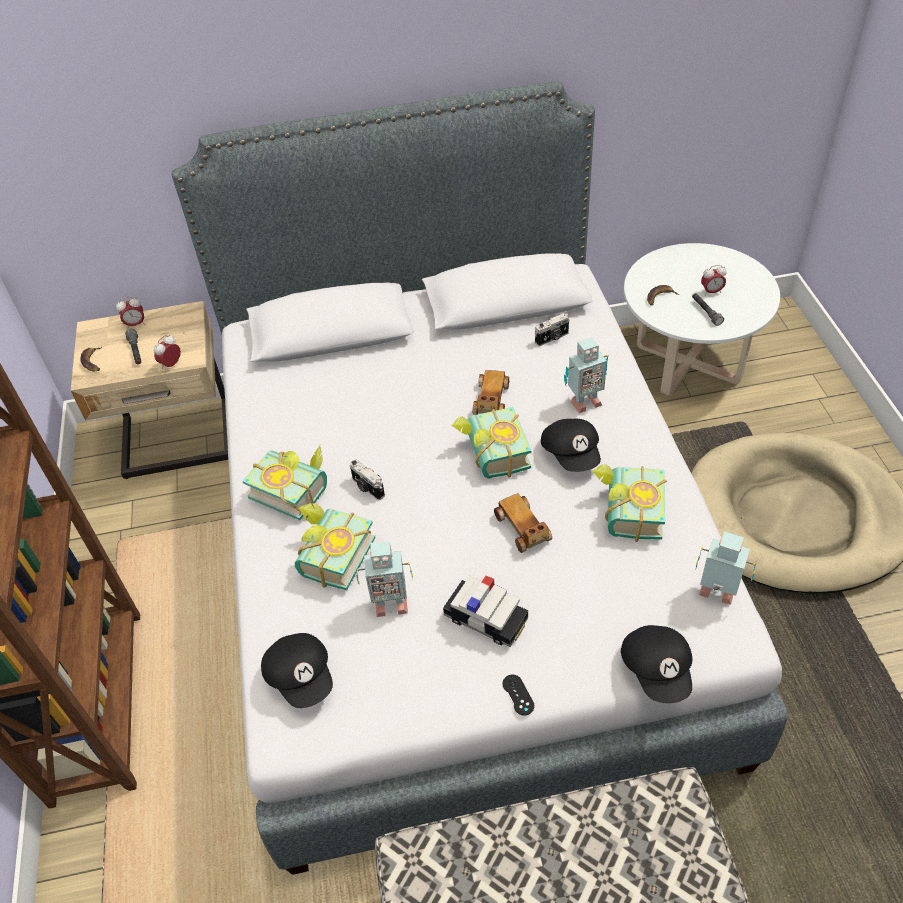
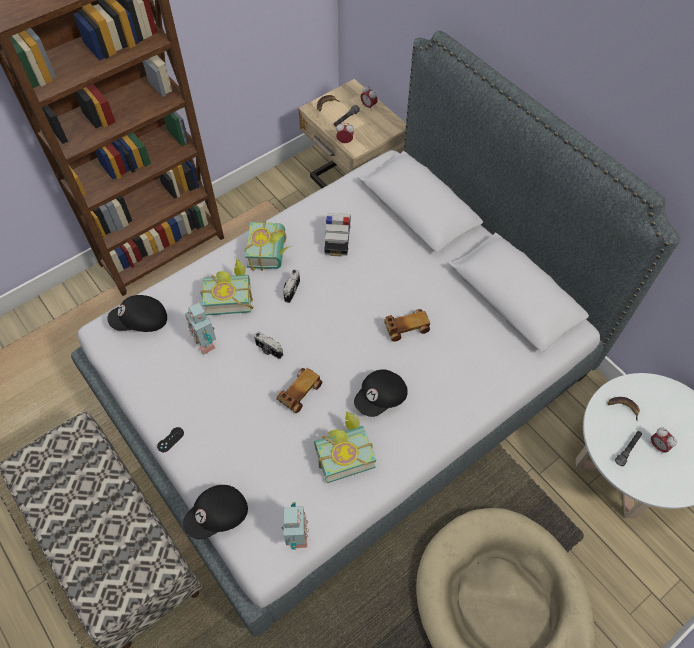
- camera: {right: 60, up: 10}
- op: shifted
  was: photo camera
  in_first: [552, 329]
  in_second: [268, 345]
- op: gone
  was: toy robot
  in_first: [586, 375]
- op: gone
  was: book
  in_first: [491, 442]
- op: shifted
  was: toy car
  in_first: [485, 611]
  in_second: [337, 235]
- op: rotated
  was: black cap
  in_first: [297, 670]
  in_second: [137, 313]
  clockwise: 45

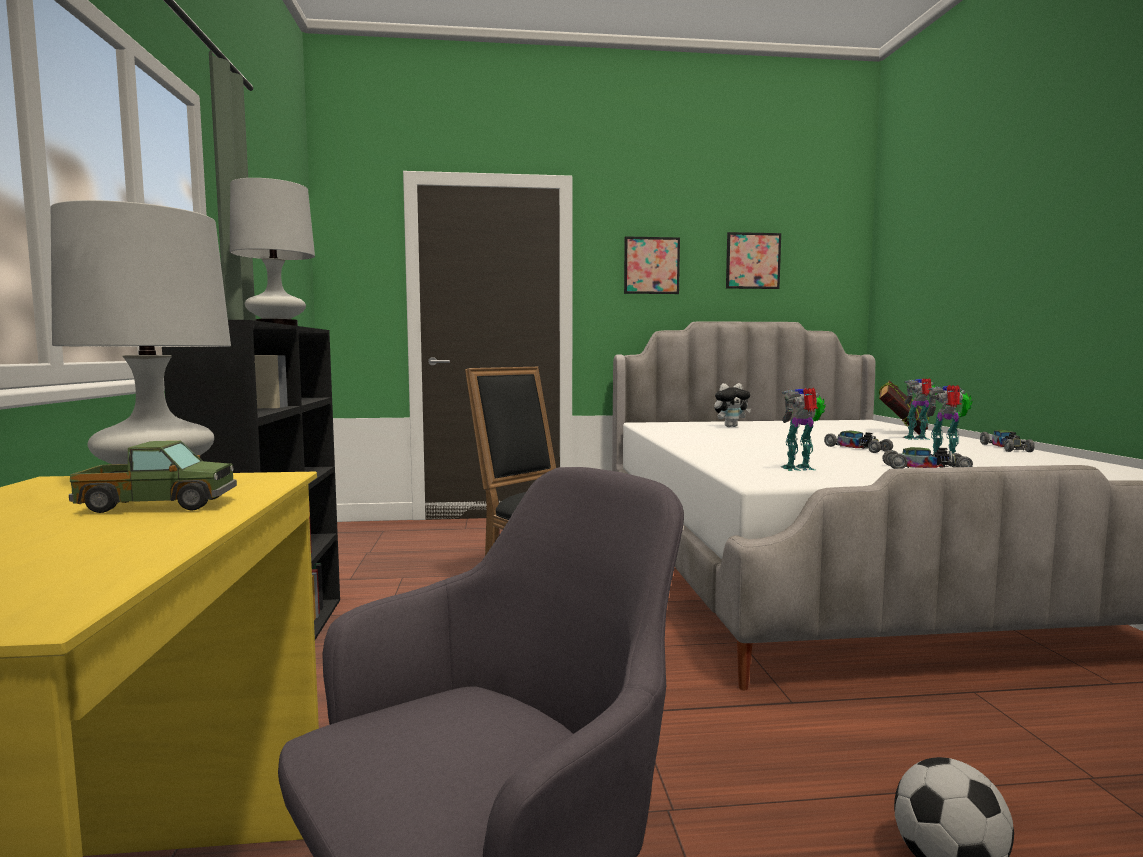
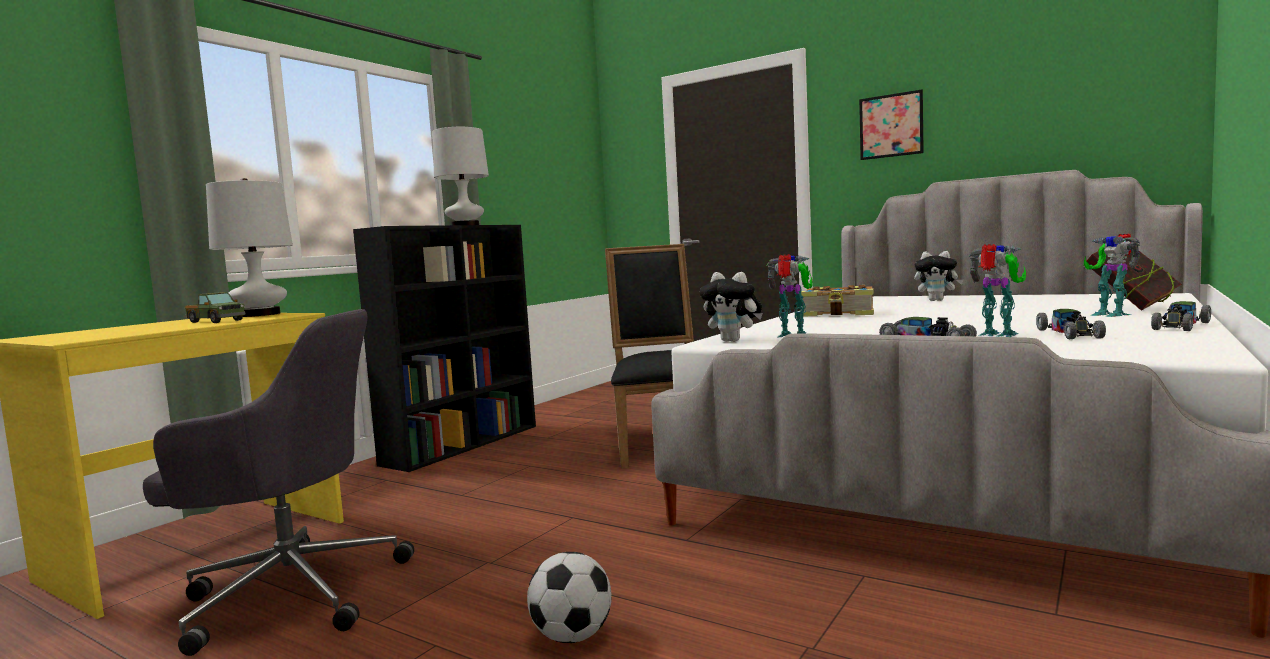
- camera: {right: 40, up: 0}
- op: gone
  was: picture
  in_first: [753, 260]
- op: rotated
  was: toy robot
  in_first: [920, 409]
  in_second: [1112, 275]
  clockwise: -150
- op: shifted
  was: toy car
  in_first: [858, 442]
  in_second: [1071, 324]
- op: new
  now: plush toy
  in_second: [731, 307]
- op: new
  now: book
  in_second: [837, 300]

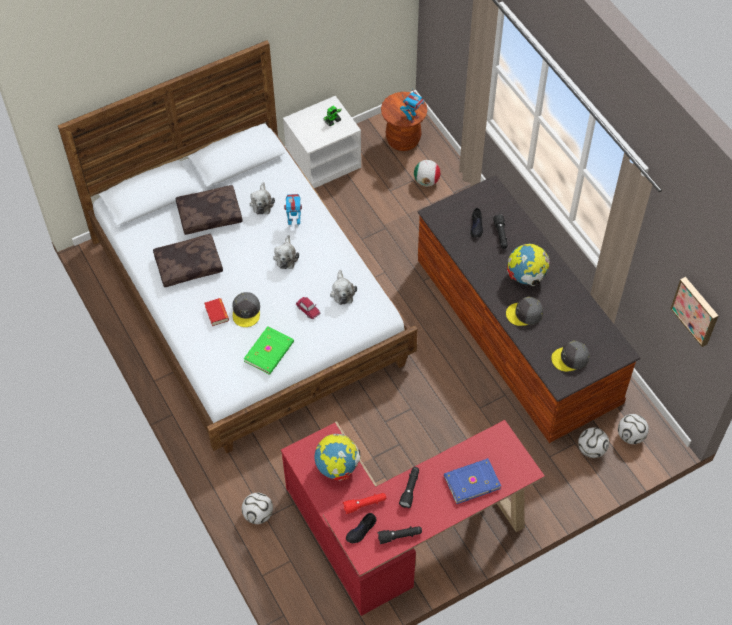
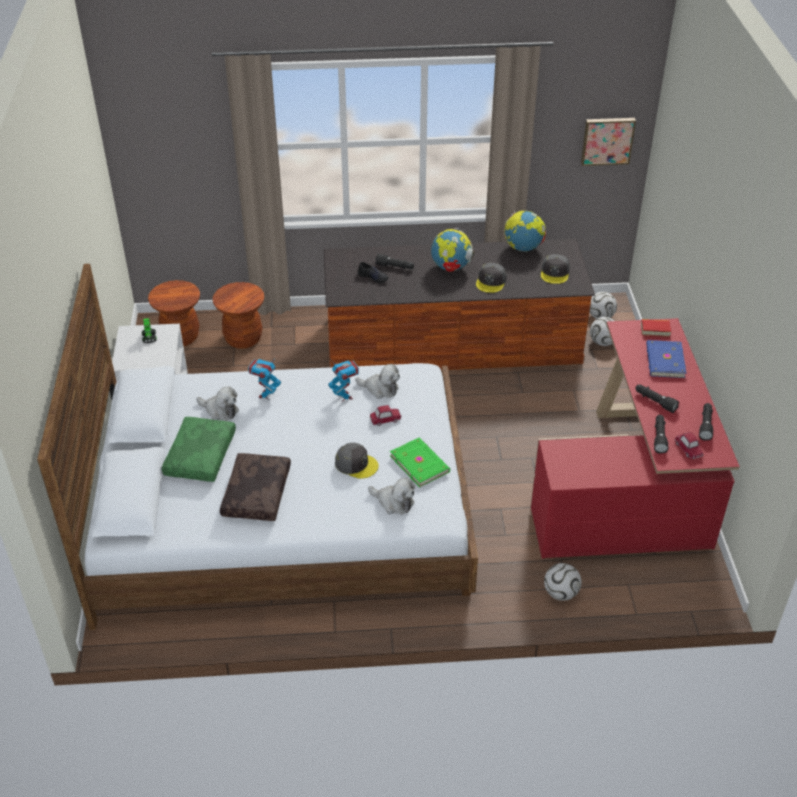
- camera: {right: -65, up: -15}
- op: shifted
  was: toy robot
  in_first: [412, 106]
  in_second: [343, 380]
- op: swapped
  was: football
  now: brown stool
  in_first: [427, 173]
  in_second: [238, 315]
- op: repainted
  was: brown pillow
  now: green pillow
  in_first: [209, 210]
  in_second: [198, 449]
- op: shifted
  was: plush toy
  in_first: [286, 252]
  in_second: [391, 496]
- op: shifted
  was: book
  in_first: [216, 312]
  in_second: [656, 328]
- op: shifted
  was: globe
  in_first: [338, 457]
  in_second: [525, 231]
- op: repainted
  was: red flashlight
  now: black flashlight
  in_first: [364, 503]
  in_second: [661, 434]
- op: swapped
  was: black shoe
  now: toy car
  in_first: [361, 528]
  in_second: [688, 445]

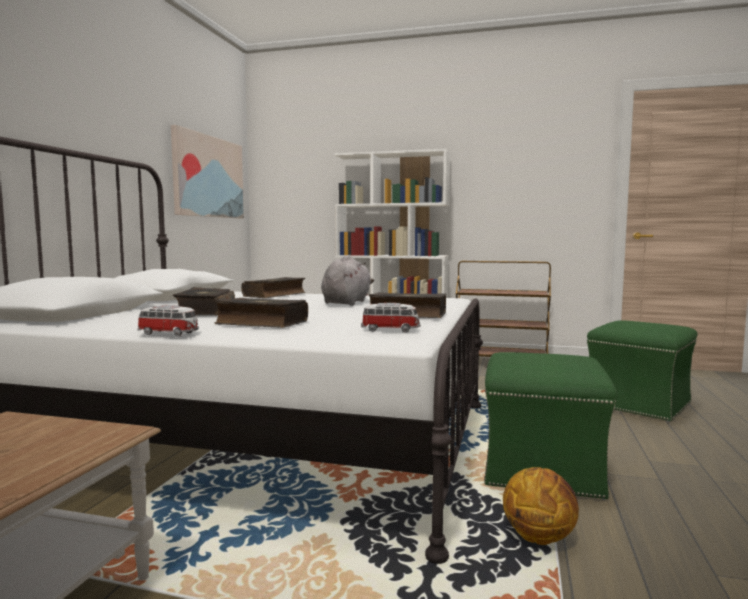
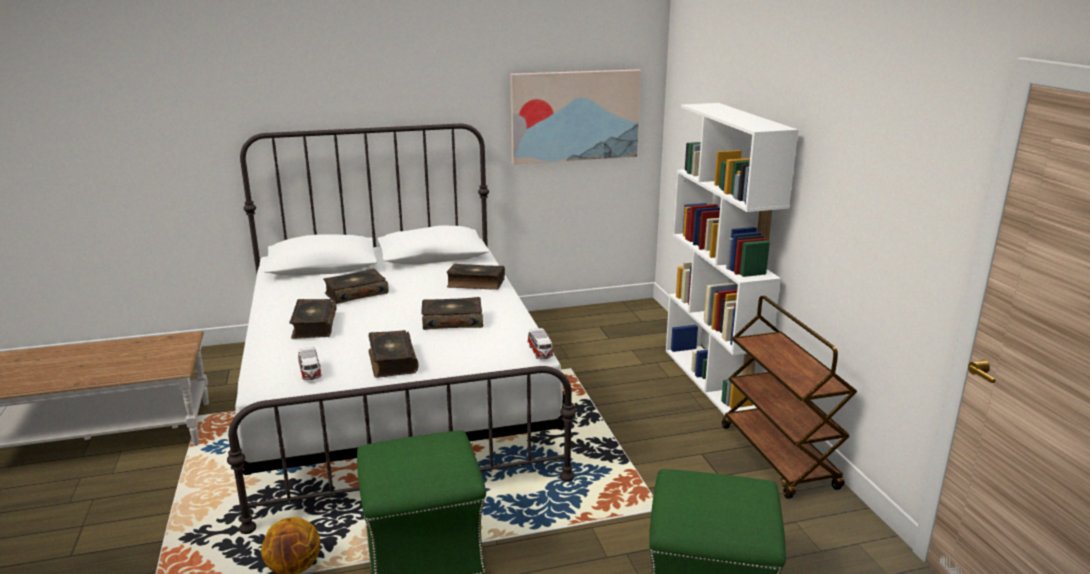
- camera: {right: 60, up: 15}
- op: swapped
  was: grey plush toy
  now: book
  in_first: [347, 280]
  in_second: [452, 313]
- op: shifted
  was: toy car
  in_first: [168, 320]
  in_second: [540, 343]

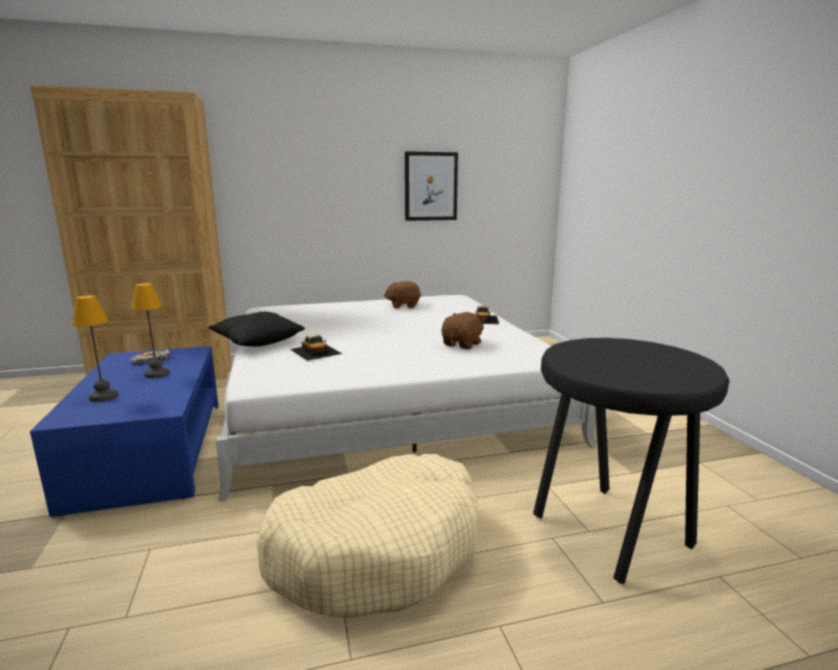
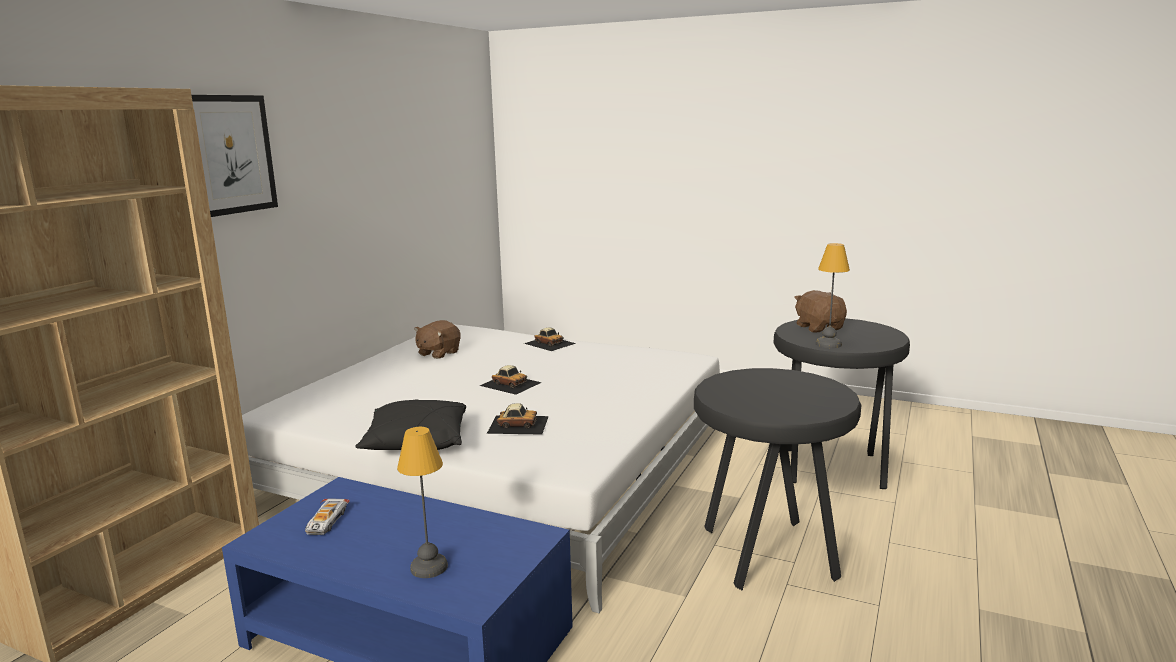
- camera: {right: -50, up: 0}
- op: shifted
  was: picture
  in_first: [431, 186]
  in_second: [235, 156]
- op: shifted
  was: table lamp
  in_first: [150, 330]
  in_second: [833, 295]
- op: shifted
  was: brown plush toy
  in_first: [463, 330]
  in_second: [820, 311]
- op: swapped
  was: beige dog bed
  now: black stool
  in_first: [367, 536]
  in_second: [777, 479]
- op: new
  now: toy car
  in_second: [511, 380]

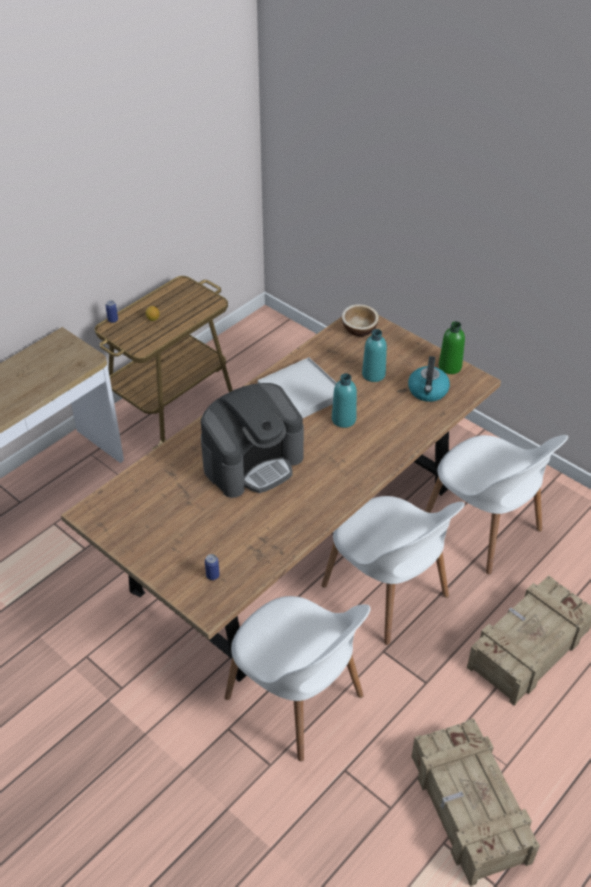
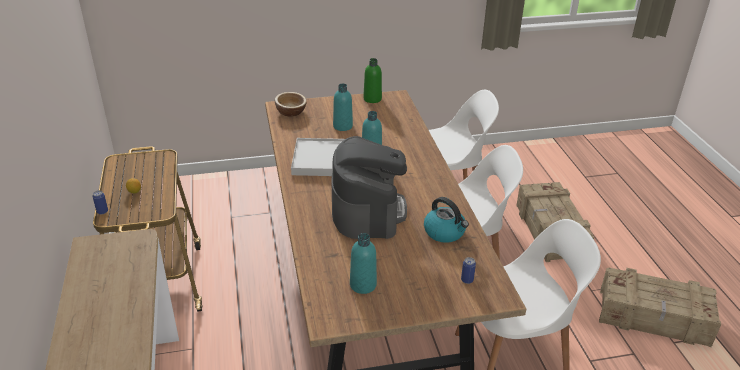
- camera: {right: -55, up: -10}
- op: shifted
  was: kettle
  in_first: [429, 379]
  in_second: [446, 220]
- op: new
  now: turquoise bottle
  in_second: [363, 263]

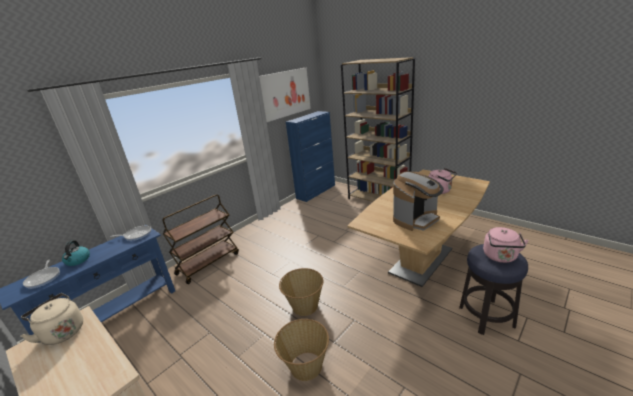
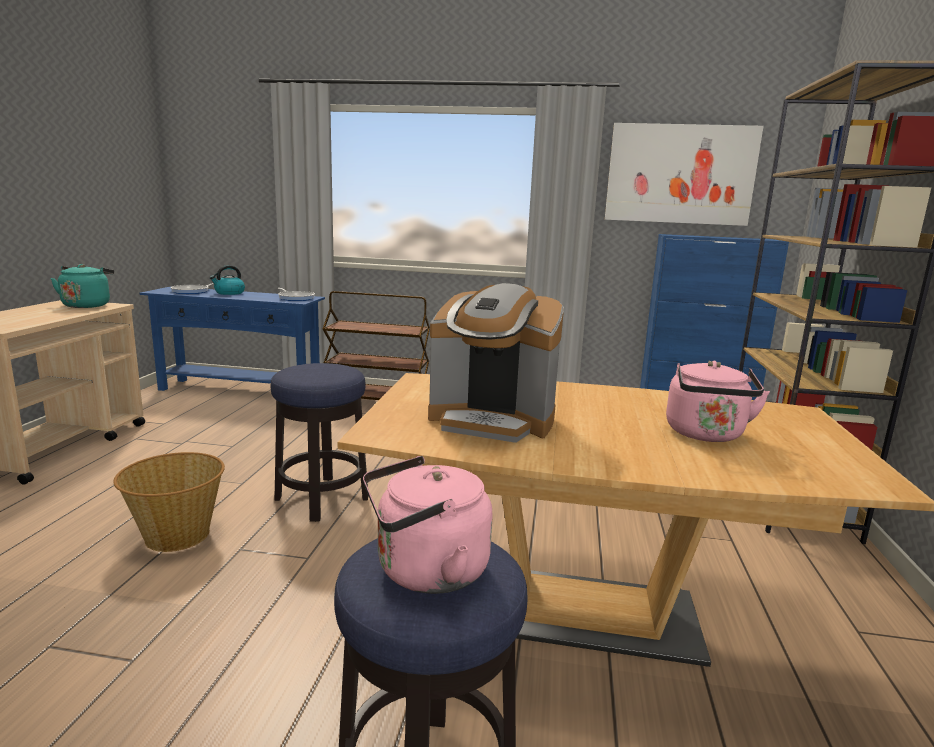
- camera: {right: 55, up: -10}
- op: swapped
  was: basket
  now: stool
  in_first: [301, 292]
  in_second: [319, 442]
- op: repainted
  was: beige kettle
  now: turquoise kettle
  in_first: [52, 319]
  in_second: [82, 286]

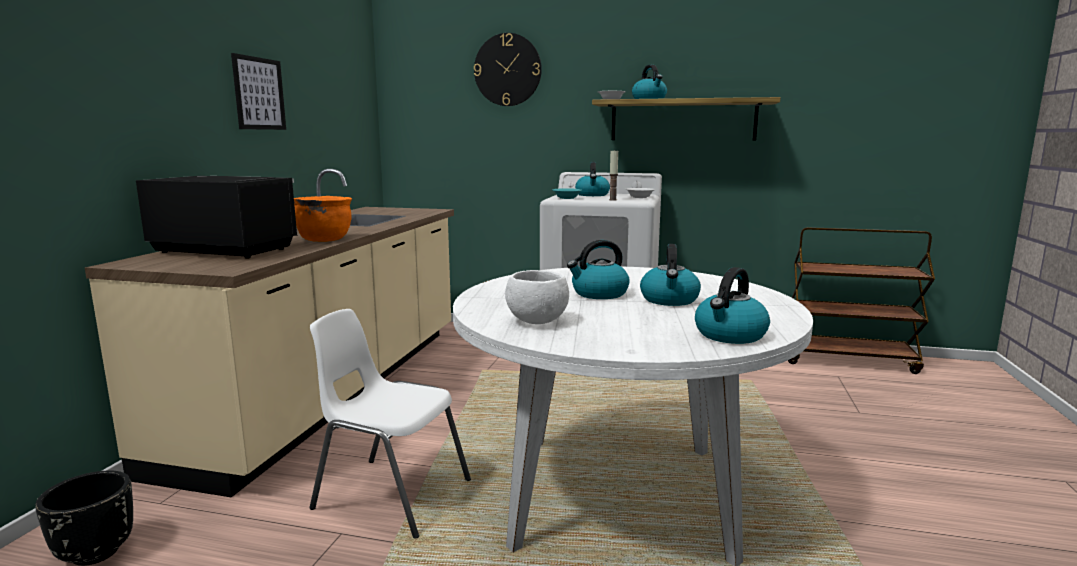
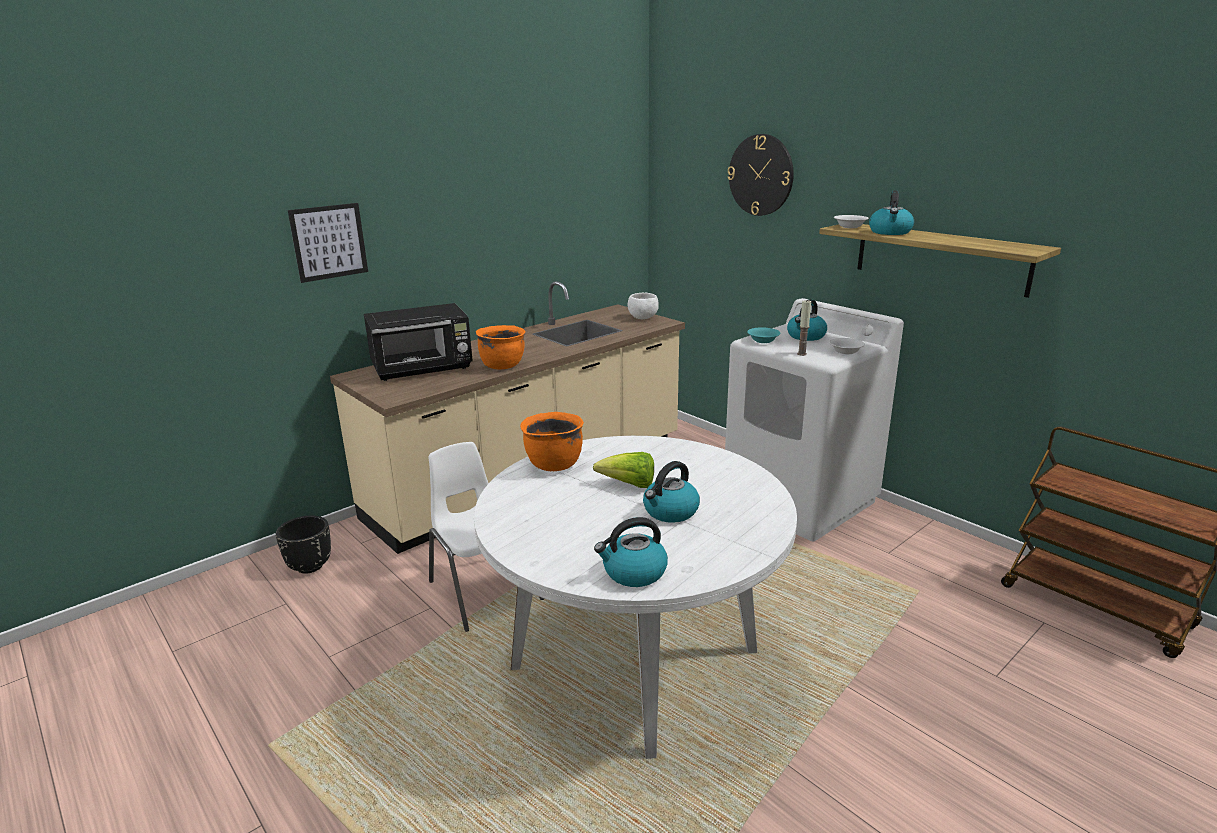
- camera: {right: 35, up: 10}
- op: shifted
  was: picture
  in_first: [258, 91]
  in_second: [328, 243]
- op: rotated
  was: black microwave
  in_first: [217, 217]
  in_second: [418, 342]
  clockwise: 105
- op: swapped
  was: kettle
  now: lettuce
  in_first: [598, 269]
  in_second: [623, 470]
- op: shifted
  was: white bowl
  in_first: [537, 297]
  in_second: [643, 306]
- op: new
  now: orange cooking pot
  in_second: [552, 441]

